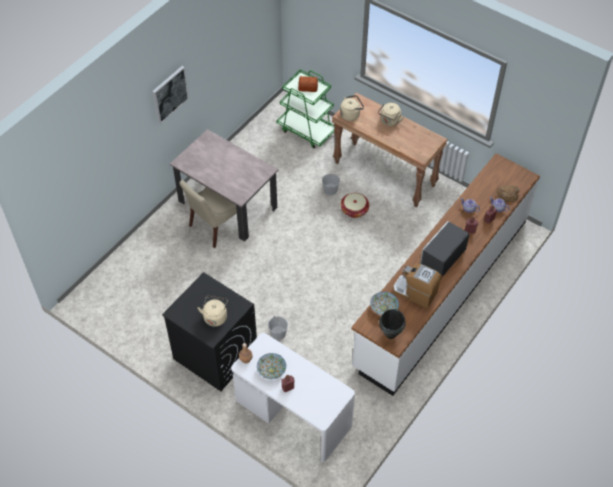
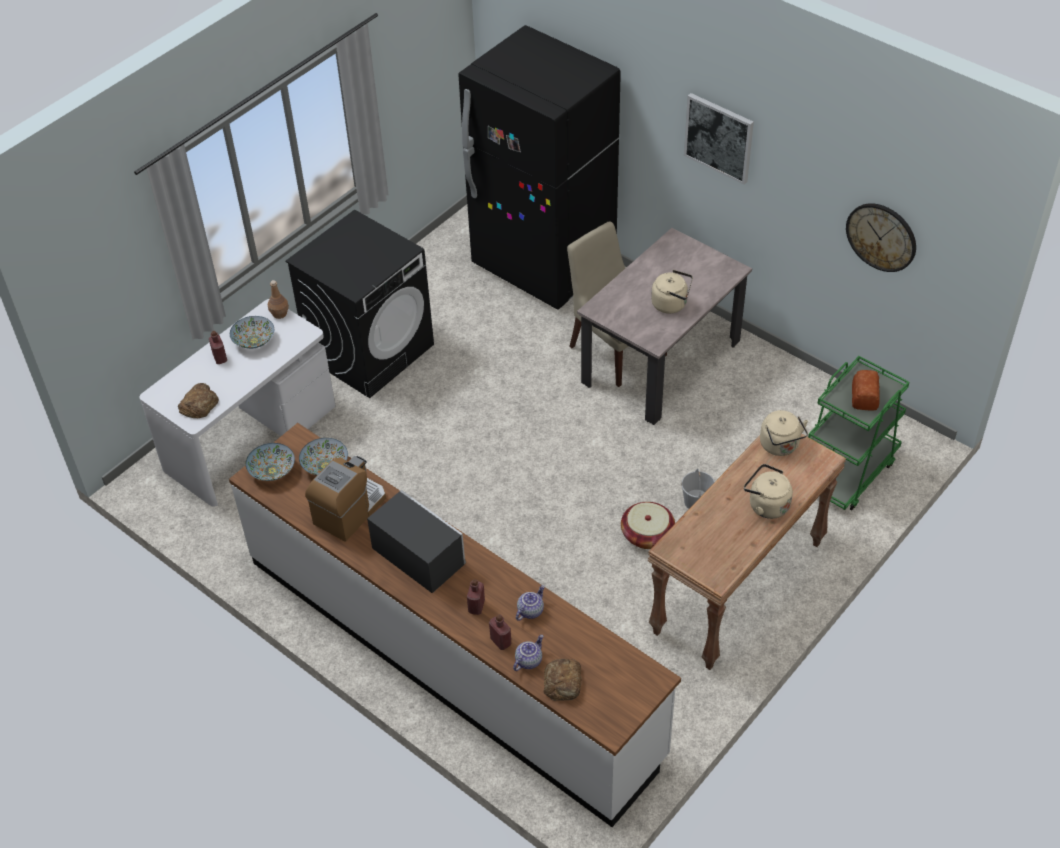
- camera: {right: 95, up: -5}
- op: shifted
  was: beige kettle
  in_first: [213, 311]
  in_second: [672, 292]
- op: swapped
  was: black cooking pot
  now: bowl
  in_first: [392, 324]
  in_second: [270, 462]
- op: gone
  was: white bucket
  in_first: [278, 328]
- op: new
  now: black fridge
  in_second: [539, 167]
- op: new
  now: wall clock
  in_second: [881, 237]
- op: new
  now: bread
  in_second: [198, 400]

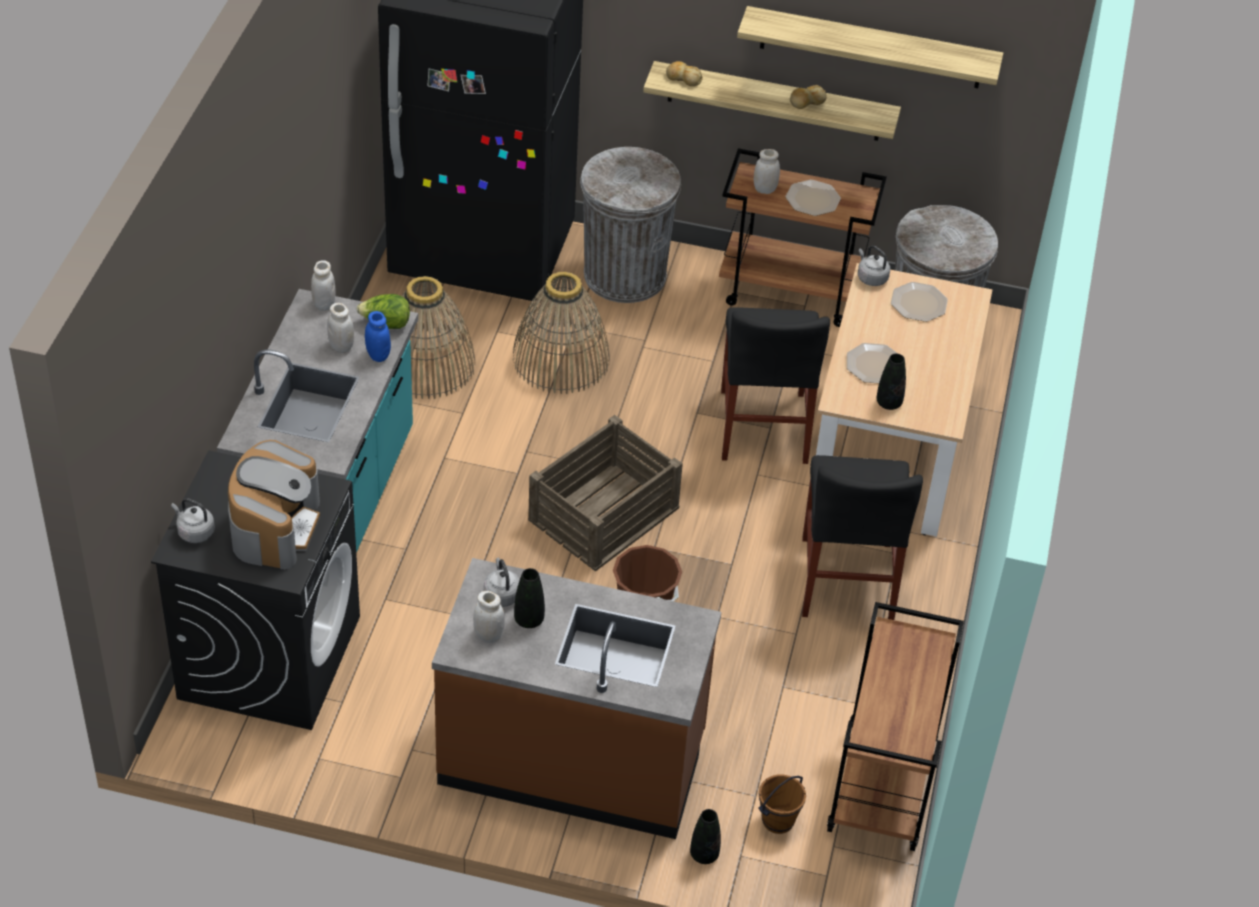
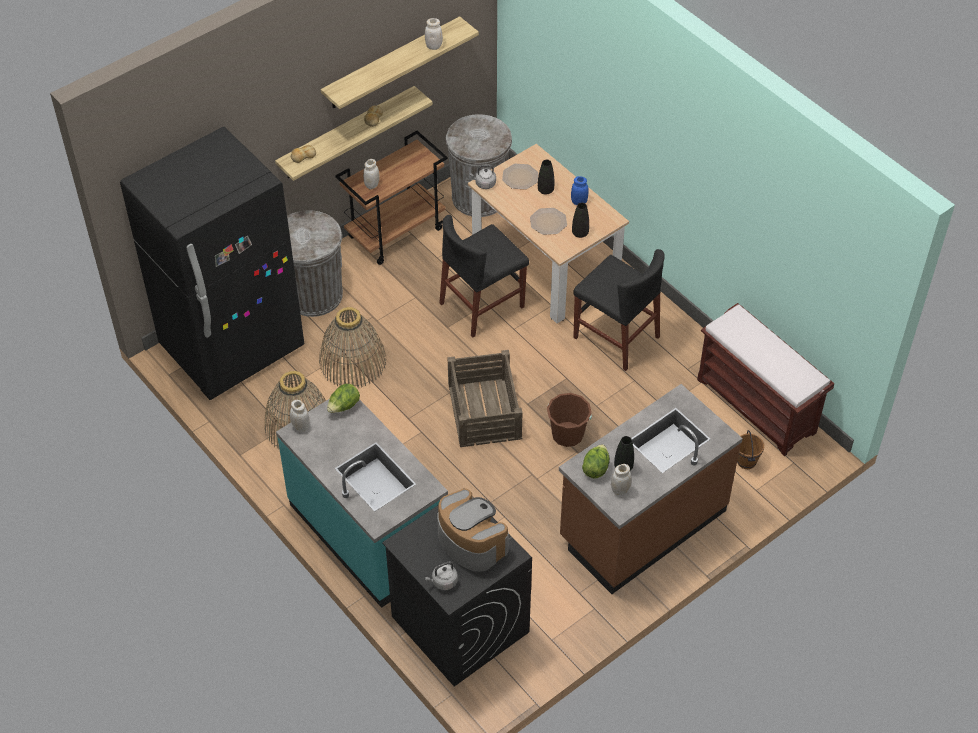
- camera: {right: -50, up: 5}
- op: gone
  was: plate
  in_first: [813, 198]
- op: shifted
  was: white jar
  in_first: [340, 328]
  in_second: [434, 34]
- op: rotated
  was: black chair
  in_first: [775, 385]
  in_second: [484, 276]
  clockwise: 105
- op: shifted
  was: blue jar
  in_first: [378, 336]
  in_second: [580, 190]
- op: swapped
  was: grey kettle
  now: lettuce
  in_first: [502, 582]
  in_second: [596, 461]
- op: swapped
  was: brown cart
  now: brown bench
  in_first: [895, 726]
  in_second: [765, 379]
- op: shifted
  was: black vase
  in_first: [705, 836]
  in_second: [546, 177]

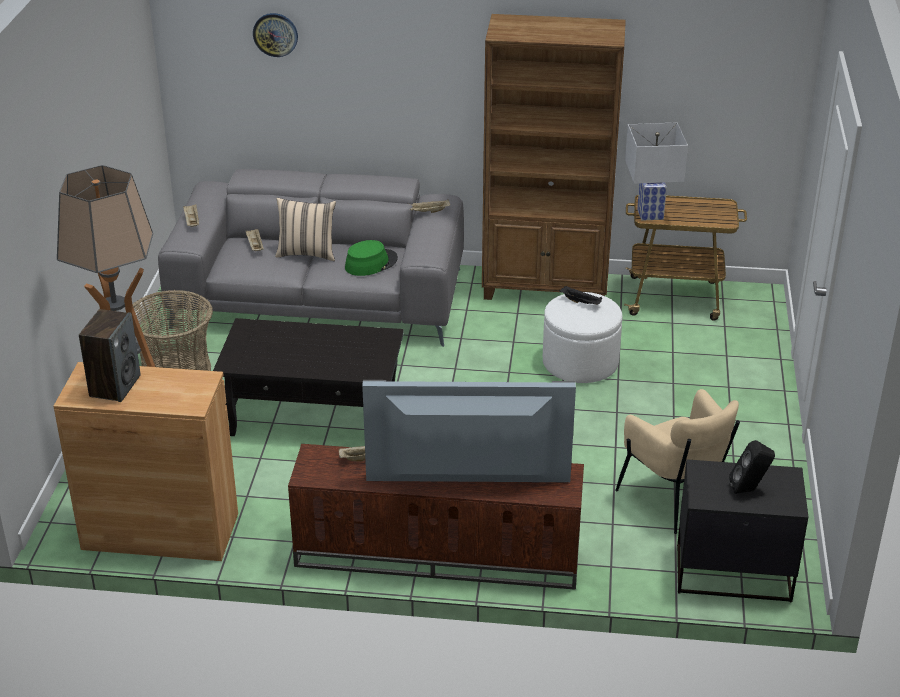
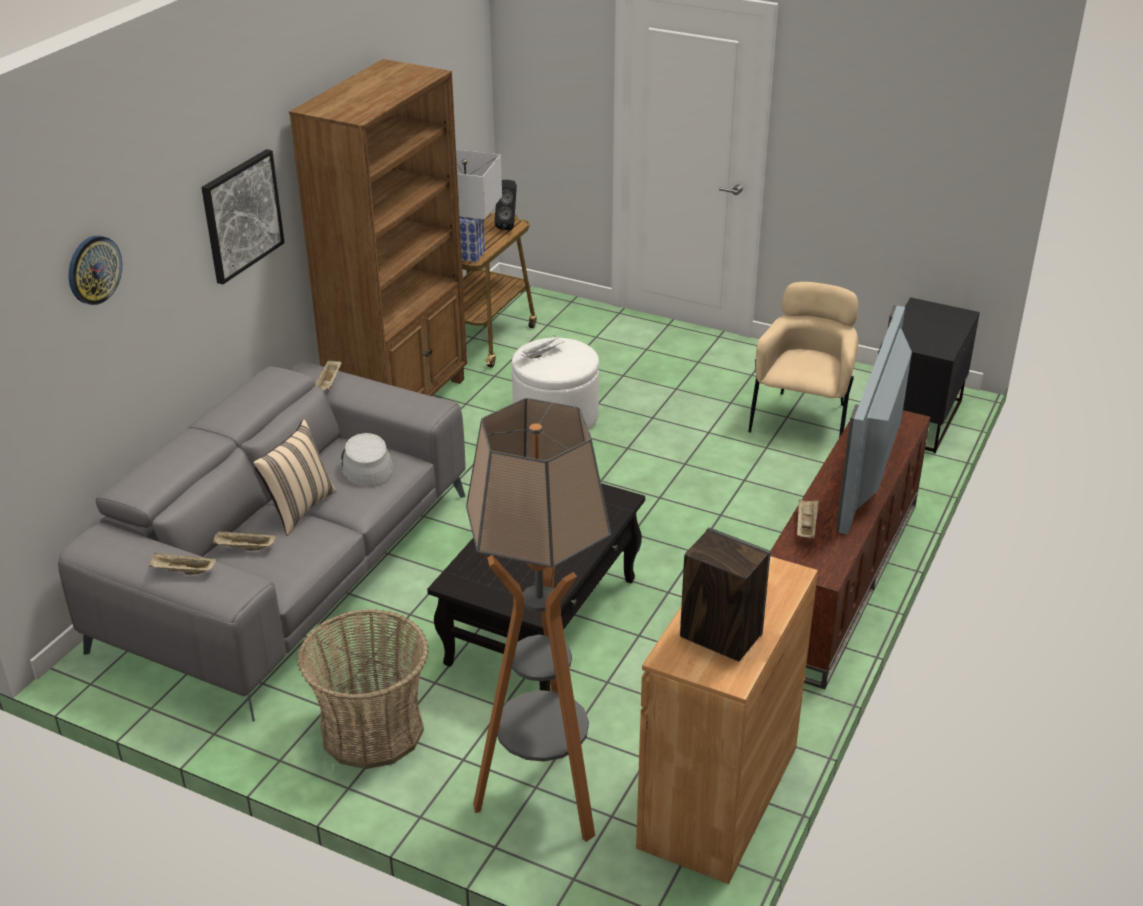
- camera: {right: -70, up: 0}
- op: repainted
  was: green hat
  now: grey hat
  in_first: [371, 258]
  in_second: [367, 459]
- op: repainted
  was: black tray
  now: white tray
  in_first: [580, 295]
  in_second: [541, 346]
- op: rotated
  was: beige armchair
  in_first: [677, 461]
  in_second: [803, 360]
  clockwise: -60
- op: shifted
  was: black speaker
  in_first: [752, 467]
  in_second: [505, 205]
- op: new
  now: picture
  in_second: [243, 216]

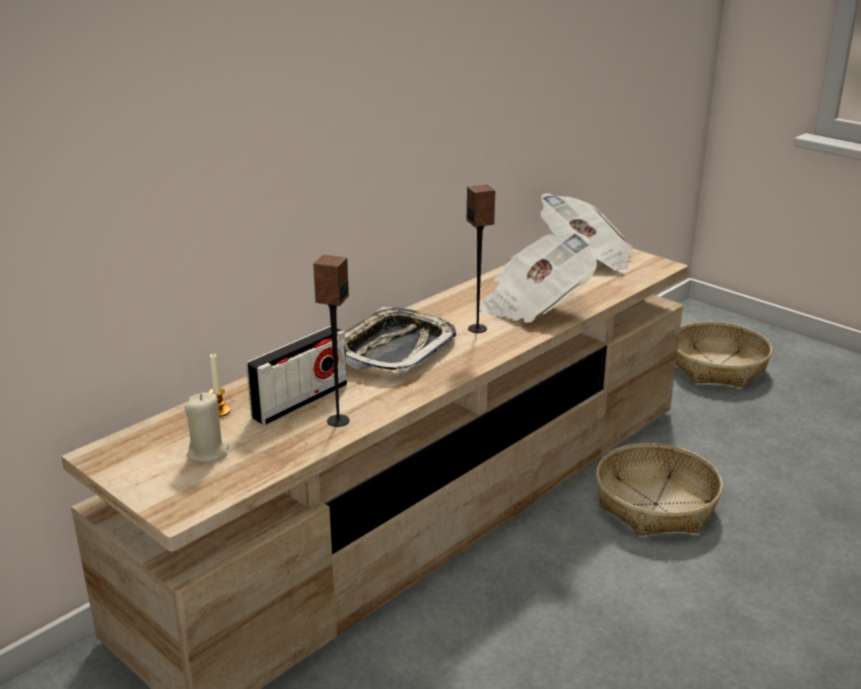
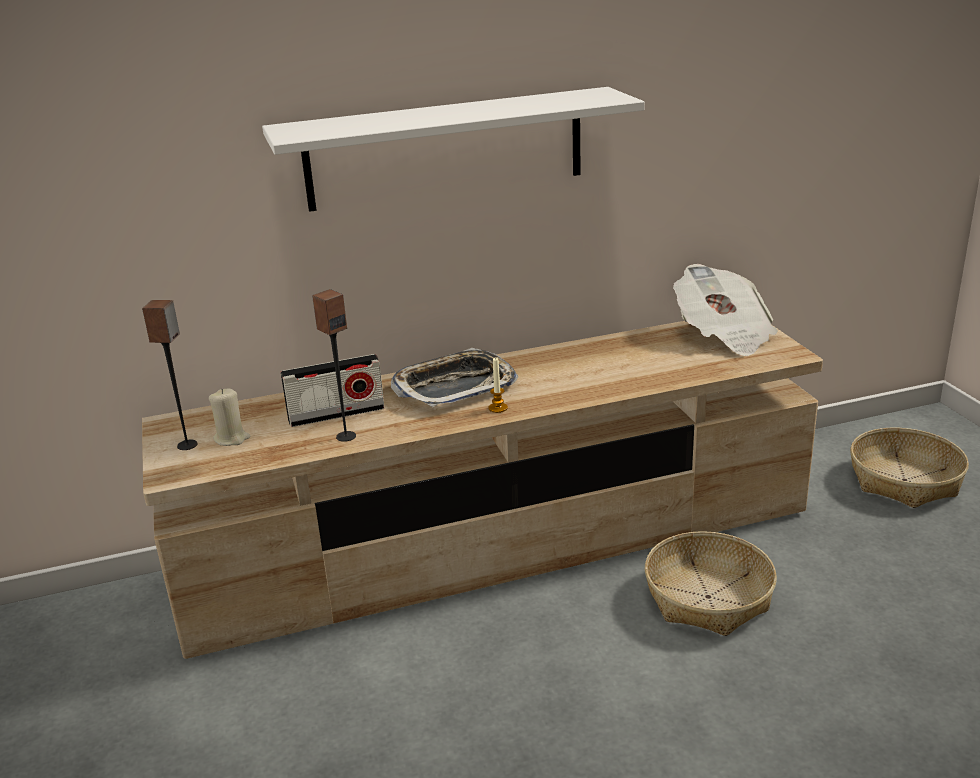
- camera: {right: 30, up: 0}
- op: shifted
  was: speaker
  in_first: [481, 258]
  in_second: [170, 375]
- op: gone
  was: newspaper
  in_first: [538, 278]
- op: shifted
  was: candle
  in_first: [219, 385]
  in_second: [498, 385]
- op: new
  now: white shelf
  in_second: [453, 149]

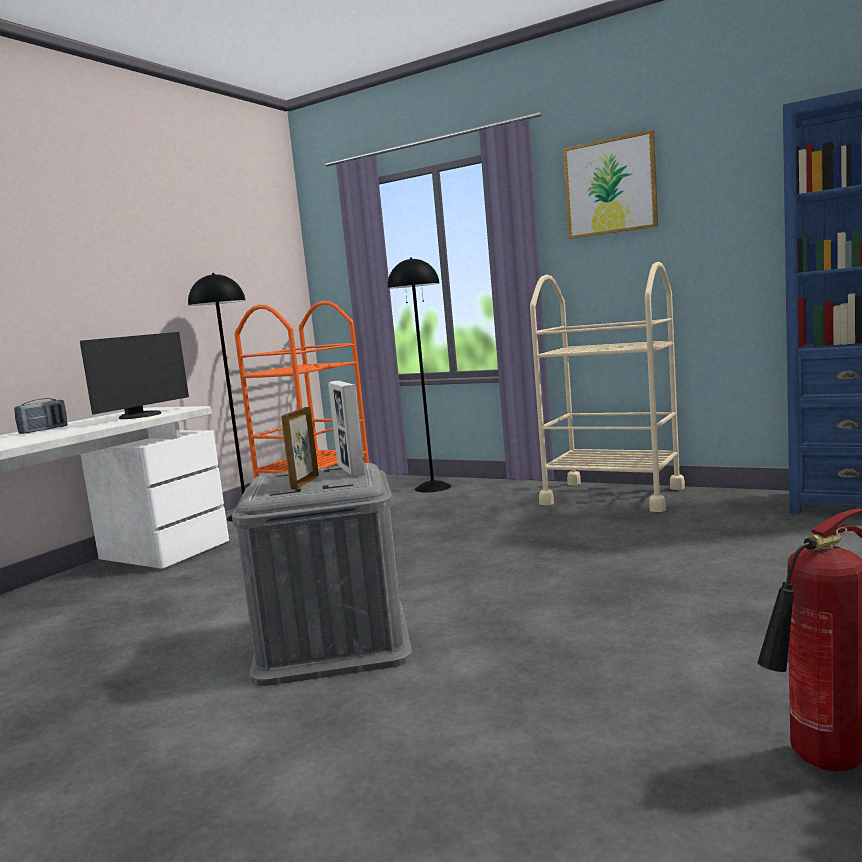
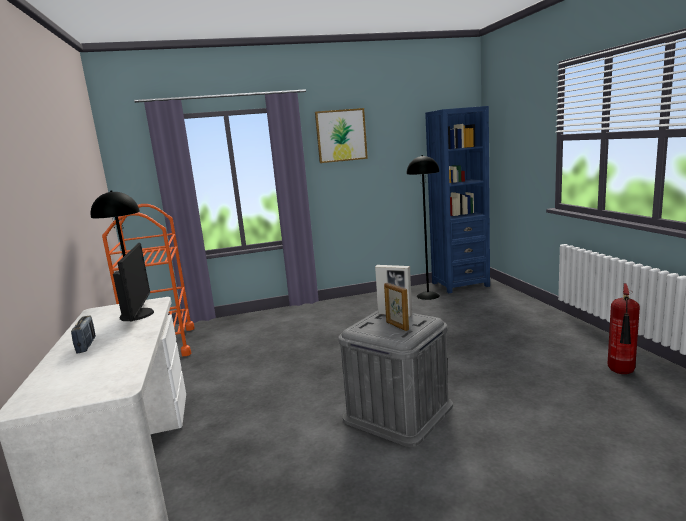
- camera: {right: -45, up: 5}
- op: shifted
  was: black floor lamp
  in_first: [419, 375]
  in_second: [423, 227]
- op: gone
  was: beige cart
  in_first: [607, 387]

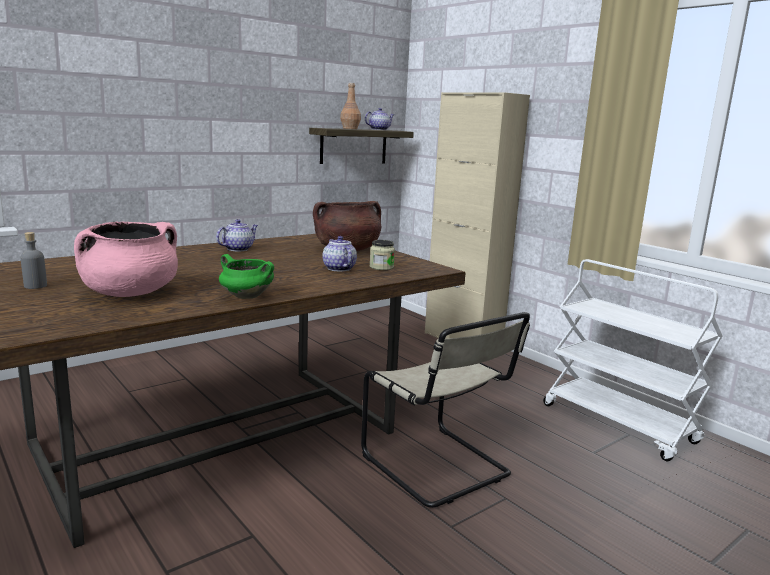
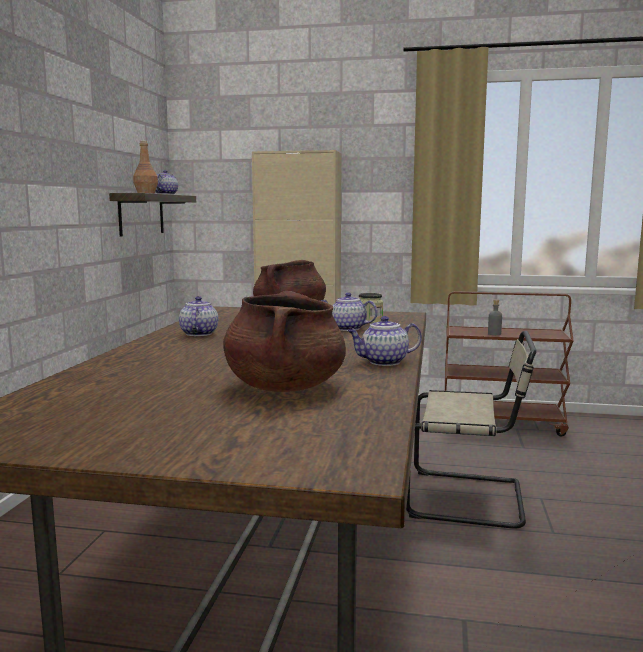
- camera: {right: -40, up: -5}
- op: repainted
  was: pink cooking pot
  now: brown cooking pot
  in_first: [126, 259]
  in_second: [284, 341]
- op: shifted
  was: grey bottle
  in_first: [33, 260]
  in_second: [495, 317]
- op: swapped
  was: green cooking pot
  now: teapot
  in_first: [246, 276]
  in_second: [384, 341]
- op: repainted
  was: white cart
  now: brown cart
  in_first: [632, 360]
  in_second: [509, 364]

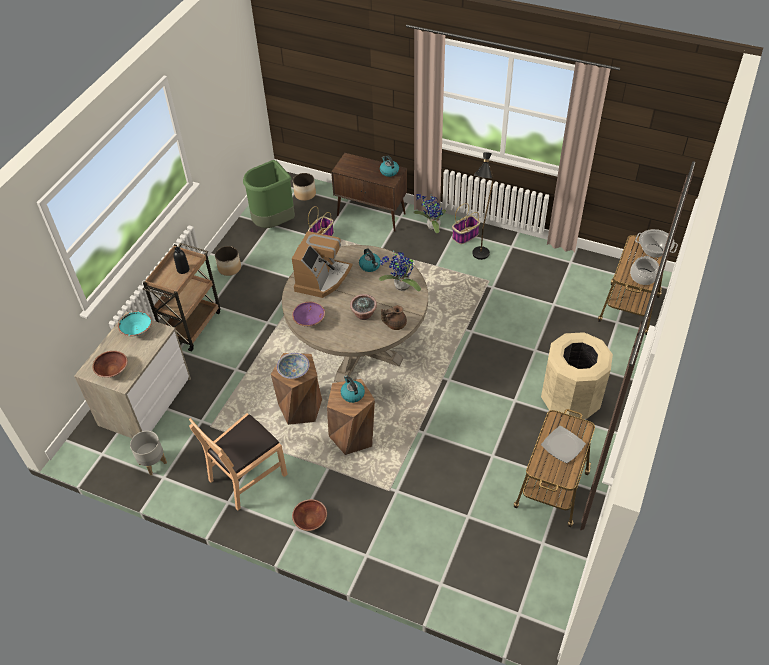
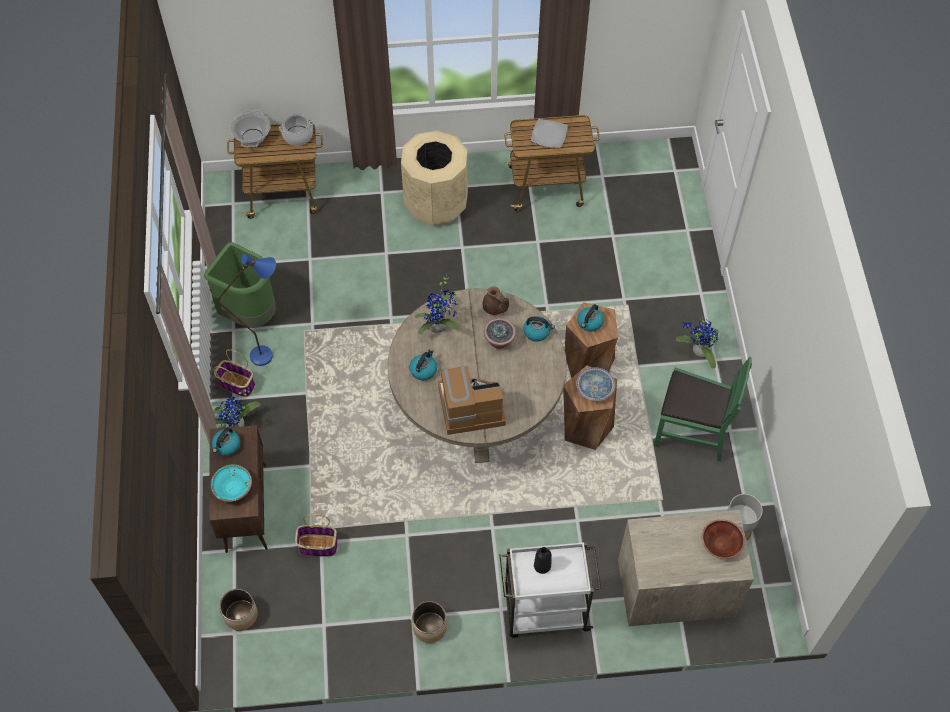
- camera: {right: -120, up: 10}
- op: repainted
  was: black floor lamp
  now: blue floor lamp
  in_first: [483, 206]
  in_second: [247, 310]
- op: shifted
  was: green trash can
  in_first: [269, 194]
  in_second: [240, 285]
- op: repainted
  was: brown cart
  now: white cart
  in_first: [181, 297]
  in_second: [550, 590]
- op: gone
  was: purple bowl
  in_first: [308, 314]
- op: shifted
  was: turquoise bowl
  in_first: [135, 323]
  in_second: [231, 483]
- op: repainted
  was: brown chair
  now: green chair
  in_first: [238, 461]
  in_second: [703, 409]
- op: swapped
  was: brown bowl
  now: potted plant
  in_first: [309, 515]
  in_second: [697, 343]
- op: new
  now: kettle
  in_second: [539, 329]

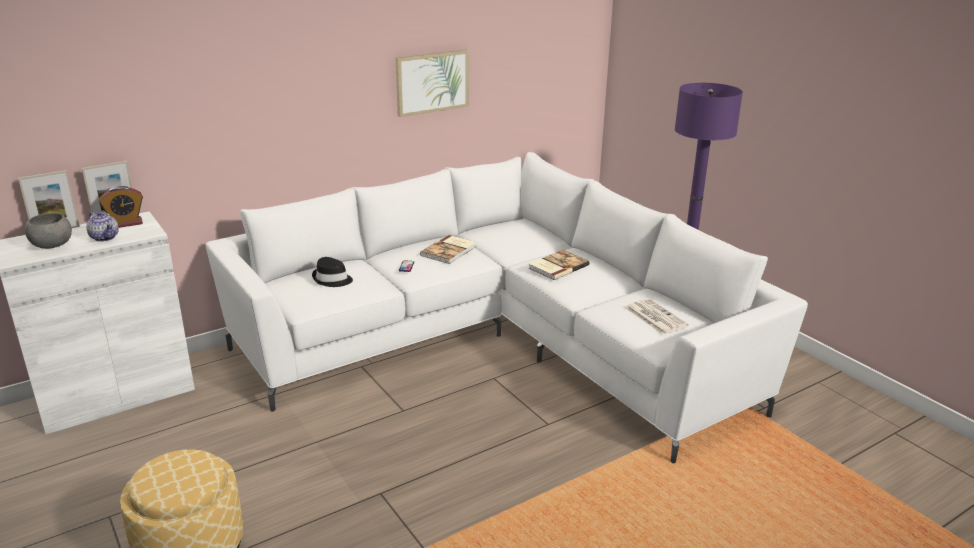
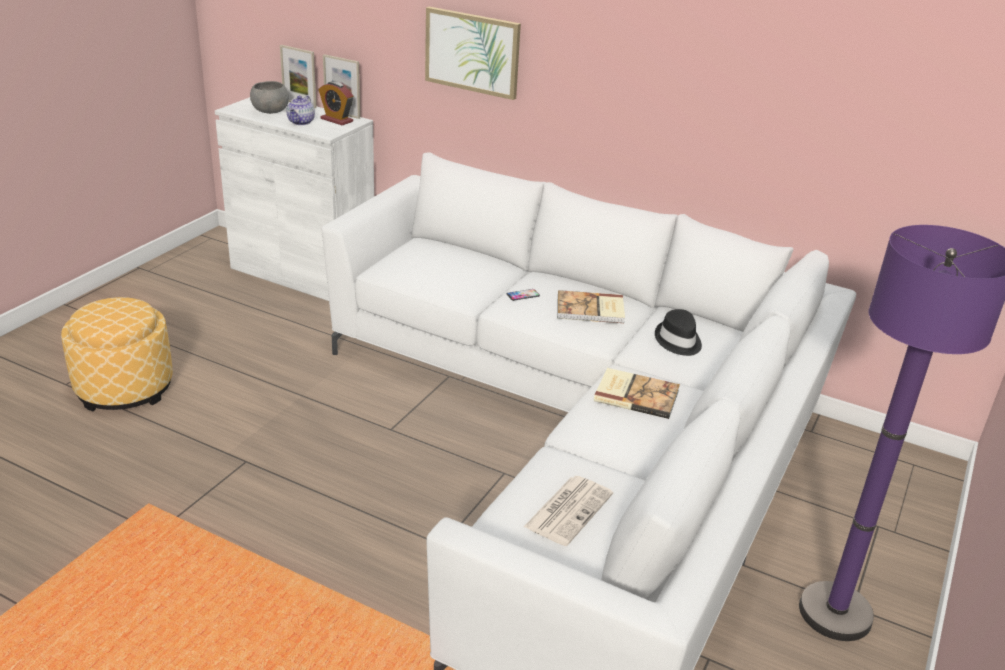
- camera: {right: 60, up: 5}
- op: shifted
  was: picture
  in_first: [432, 83]
  in_second: [473, 53]
- op: shifted
  was: black hat
  in_first: [332, 272]
  in_second: [678, 332]

